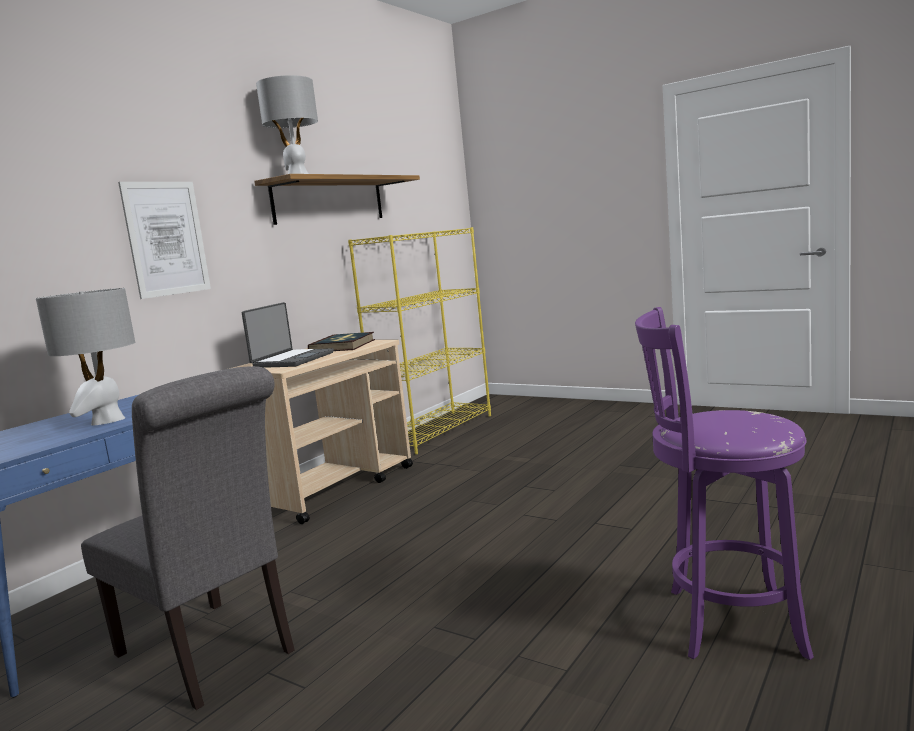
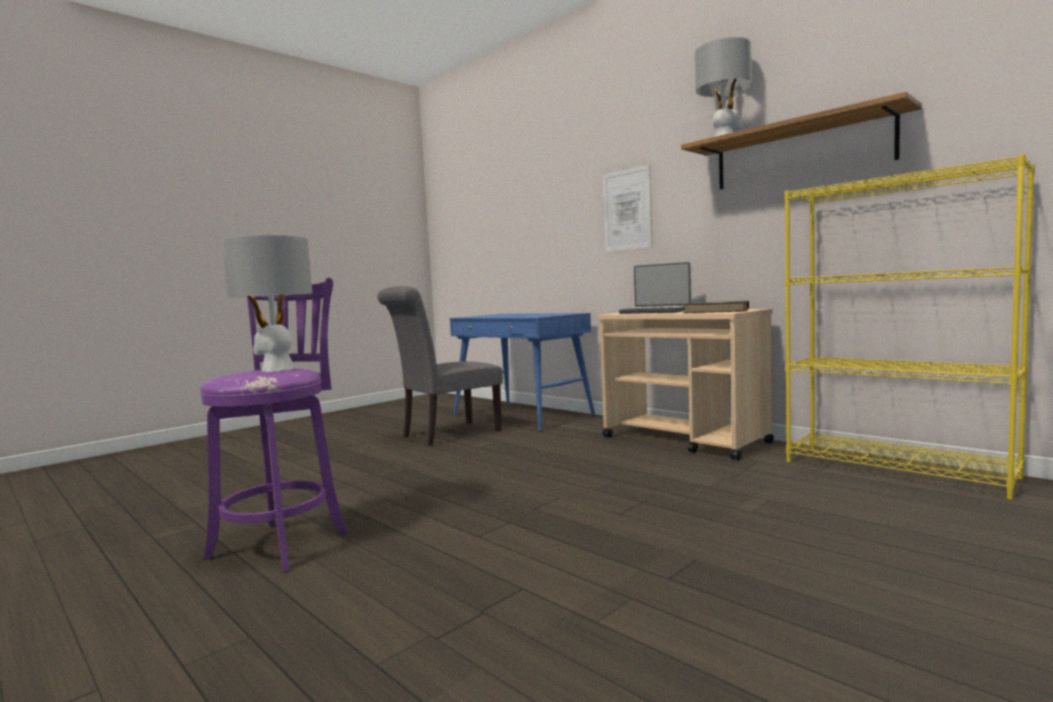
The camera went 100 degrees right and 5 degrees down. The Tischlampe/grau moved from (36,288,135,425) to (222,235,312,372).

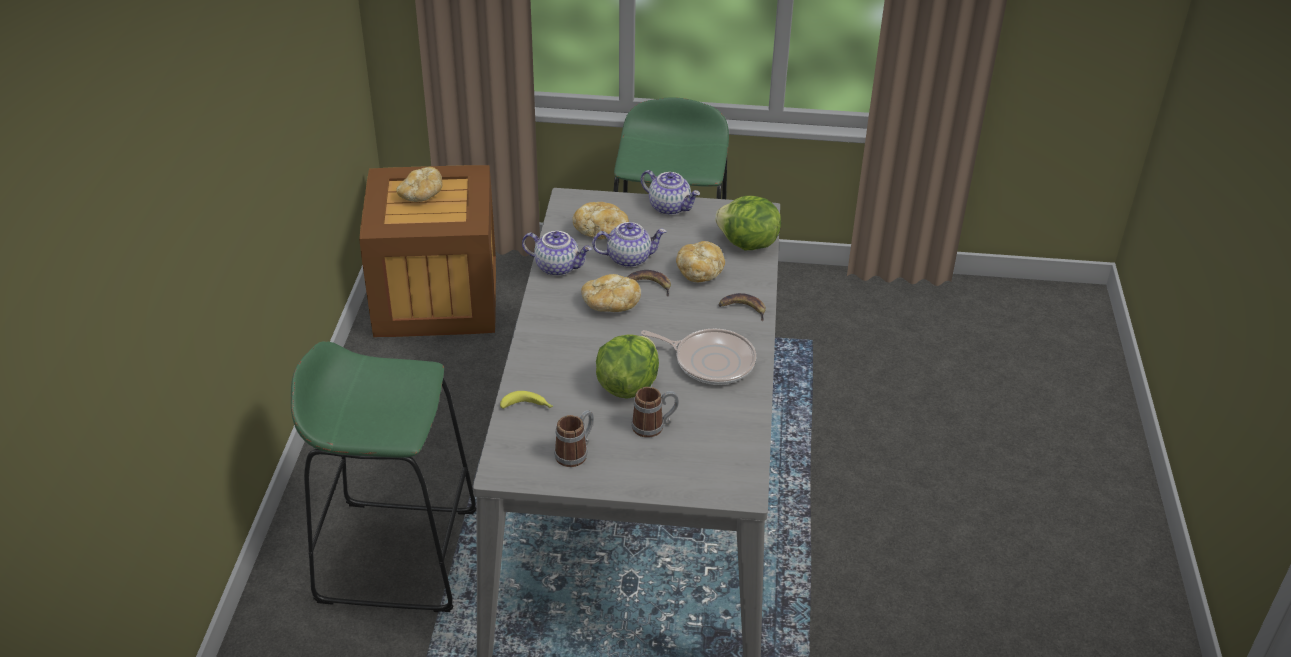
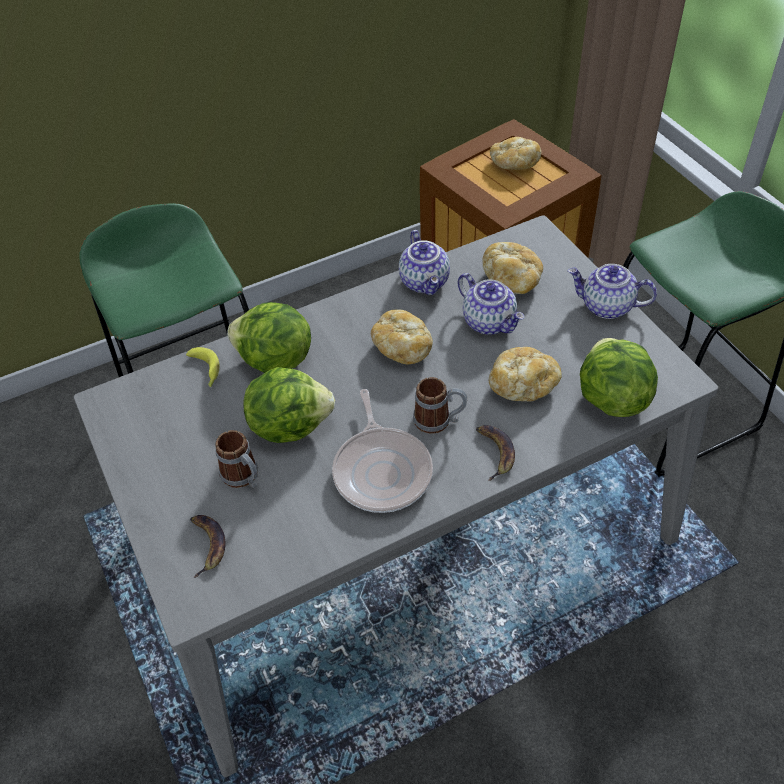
The camera went 60 degrees right and 10 degrees up. The Henkelbecher moved from (554,410,594,467) to (413,377,467,434). The Banane moved from (628,270,671,296) to (190,515,225,578). The Teekanne at (641,170,700,215) turned 105 degrees clockwise. The Salatkopf at (227,302,311,373) appeared.

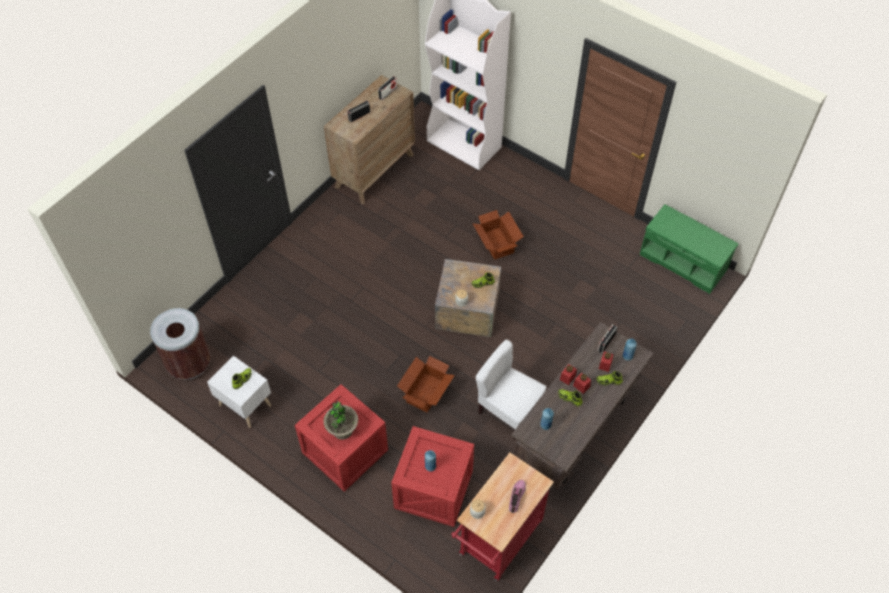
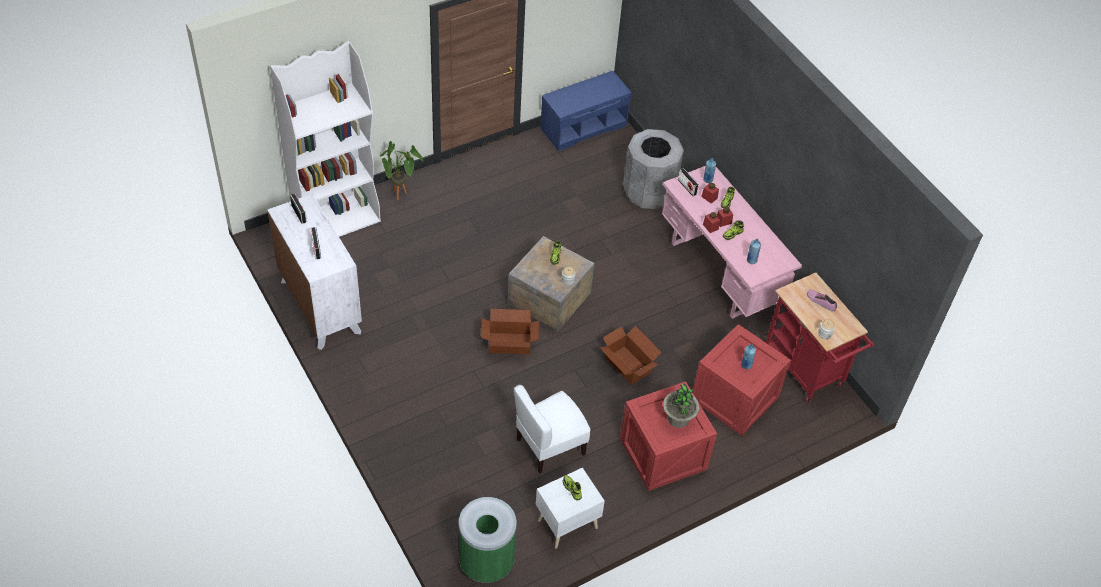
The camera went 70 degrees left and 5 degrees down. The Mülleimer/braun at (150,308,211,380) became the Mülleimer/grün at (459,497,516,583). The Kommode/braun at (324,75,415,204) became the Kommode/weiß at (267,194,362,350). The Karton moved from (472,210,524,260) to (481,309,540,354). The Stuhl/weiß moved from (476,339,546,440) to (514,385,591,474). The Schreibtisch/braun at (511,322,654,490) became the Schreibtisch/rosa at (662,166,802,319). The Bank/grün at (639,204,738,294) became the Bank/blau at (540,71,632,151). The Topfpflanze at (380,141,424,200) appeared. The Mülleimer/grau at (623,129,684,209) appeared.

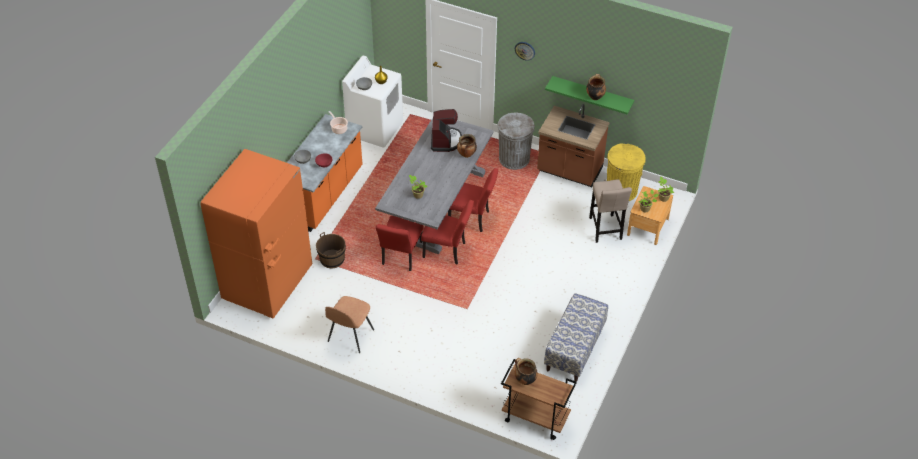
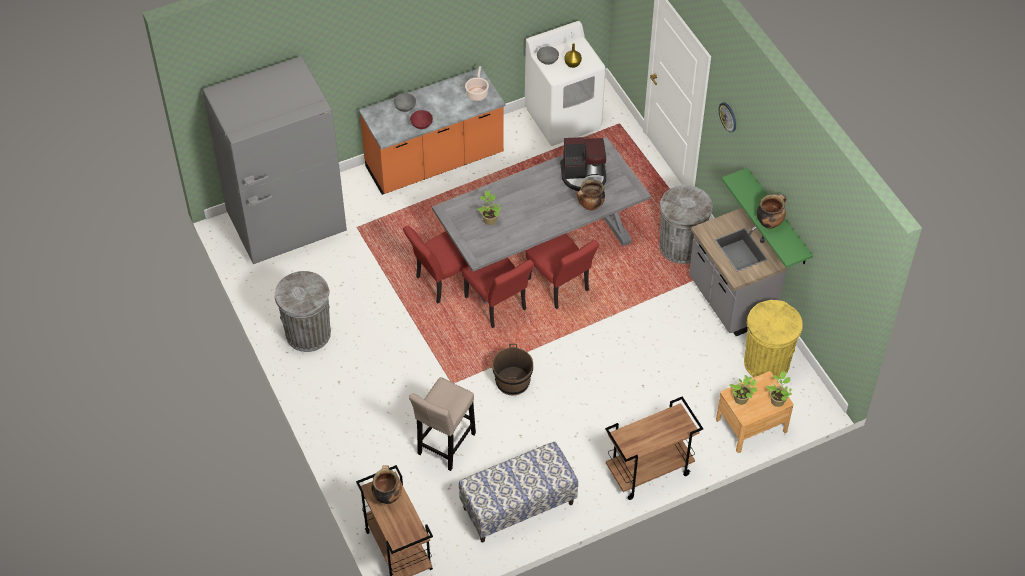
The camera went 40 degrees right and 5 degrees up. The Kühlschrank/orange at (200,149,312,318) became the Kühlschrank/grau at (202,57,347,264). The Eimer/braun moved from (316,232,346,268) to (492,344,533,395). The Stuhl/braun at (325,296,374,353) was replaced by the Mülleimer/grau at (275,271,331,352). The Kaffeemaschine at (431,109,462,152) turned 45 degrees clockwise. The Küchenzeile/braun at (537,104,610,187) became the Küchenzeile/grau at (689,208,788,336). The Hocker/beige moved from (589,179,632,243) to (409,377,476,471). The Rollwagen/braun at (605,396,703,500) appeared.

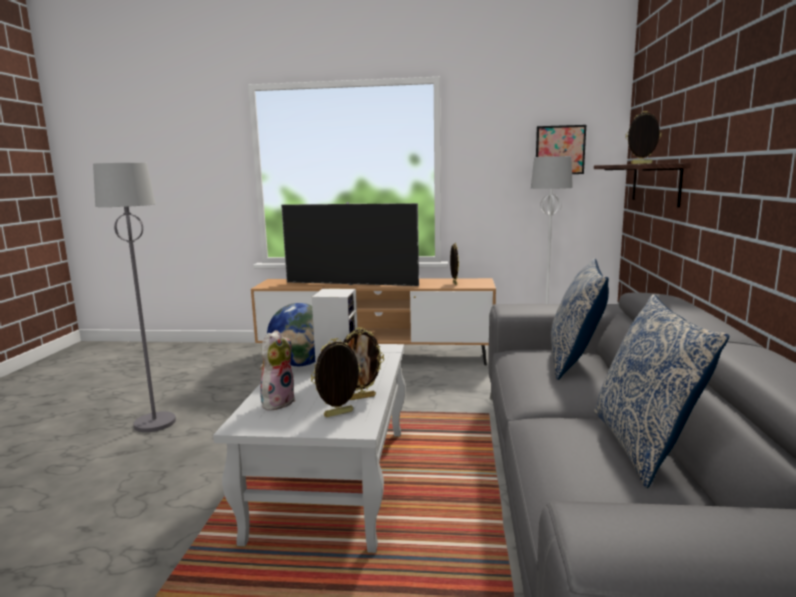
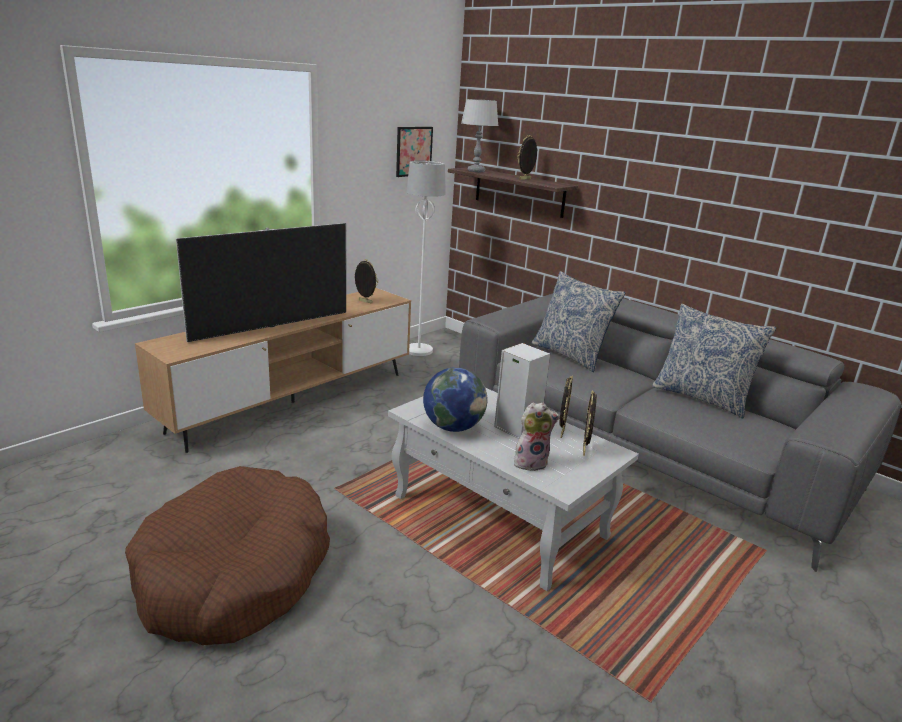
The camera went 55 degrees left and 10 degrees up. The Stehlampe/grau at (93,163,176,432) was replaced by the Hundebett/braun at (125,466,330,645). The Plüschtier at (260,330,296,411) turned 105 degrees clockwise. The Tischlampe/grau at (461,99,499,172) appeared.

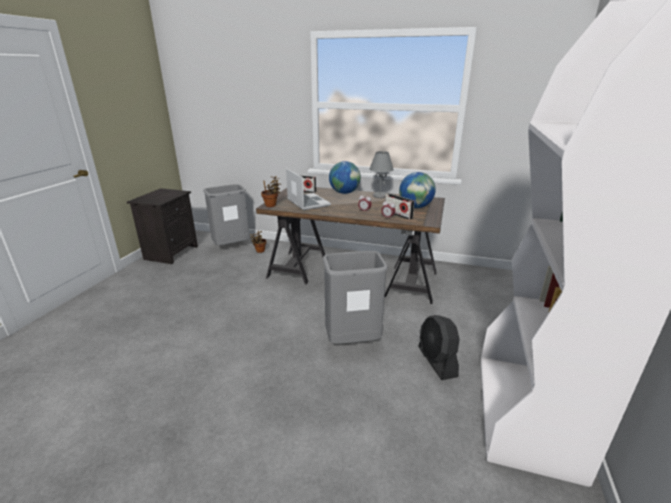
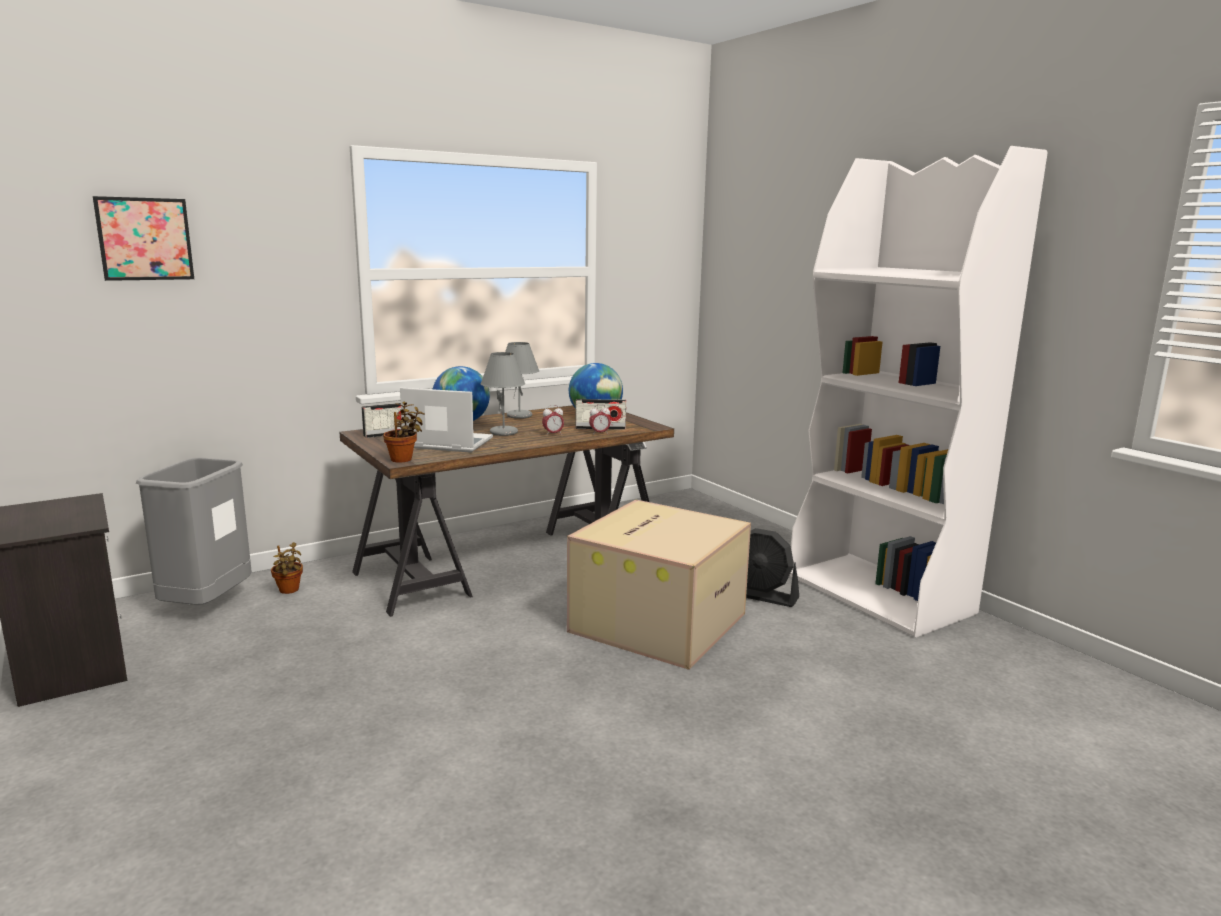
The camera went 50 degrees left and 10 degrees down. The Mülleimer/grau at (323,251,388,344) was replaced by the Karton at (567,500,751,670). The Bild at (93,196,194,281) appeared. The Tischlampe/grau at (481,352,525,436) appeared.

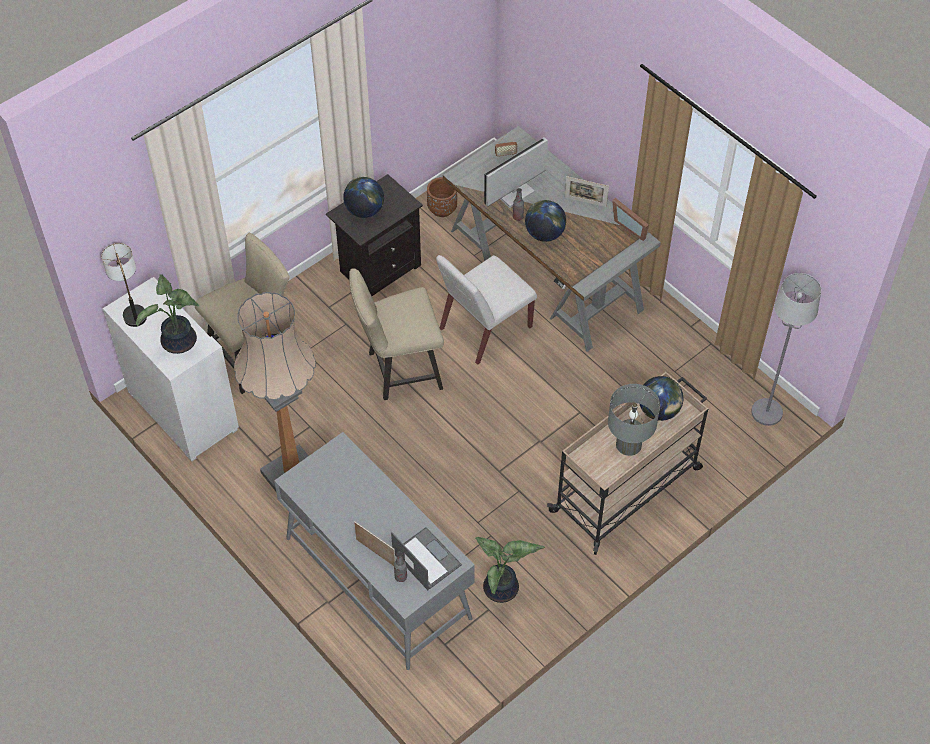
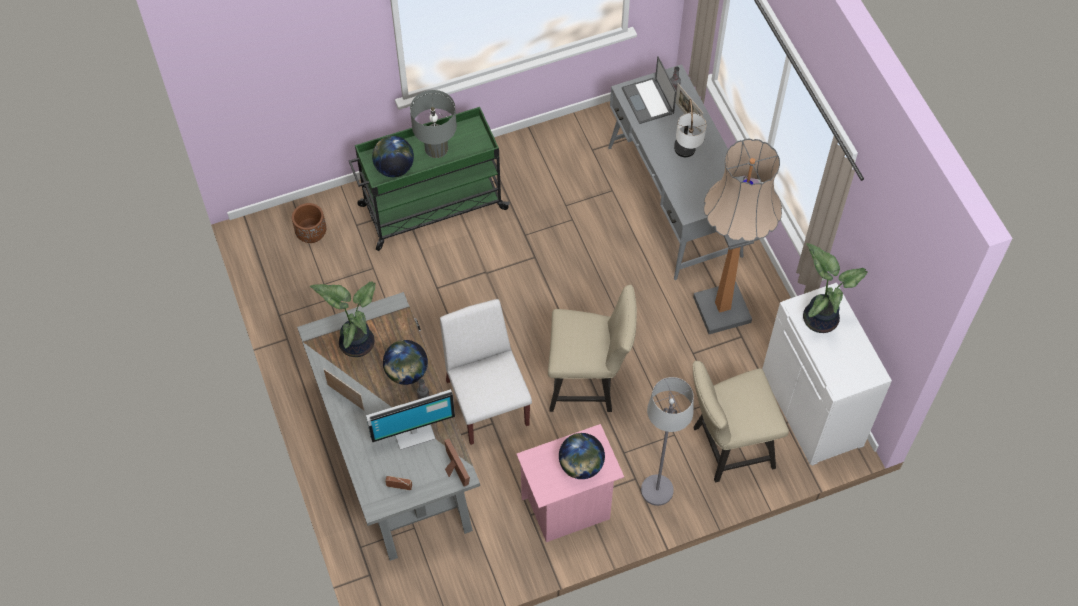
The camera went 160 degrees left and 5 degrees up. The Tischlampe moved from (101,243,147,327) to (674,99,706,157). The Nachttisch/schwarz at (326,174,423,296) became the Nachttisch/rosa at (516,424,624,542). The Pflanzkübel/braun moved from (427,177,457,217) to (292,203,326,243). The Stuhl/weiß at (436,255,537,365) turned 90 degrees counterclockwise. The Topfpflanze moved from (475,537,545,603) to (310,281,376,357). The Rollwagen/beige at (547,372,708,555) became the Rollwagen/grün at (349,107,510,251). The Bilderrahmen moved from (612,198,649,241) to (444,439,470,487). The Stehlampe/grau moved from (751,273,821,426) to (641,377,694,506).

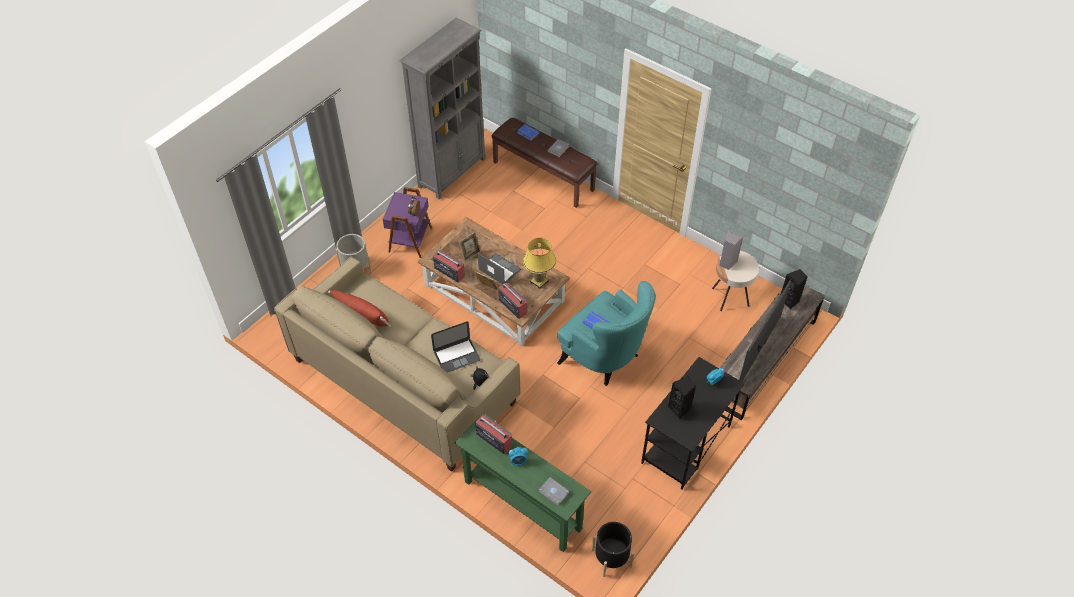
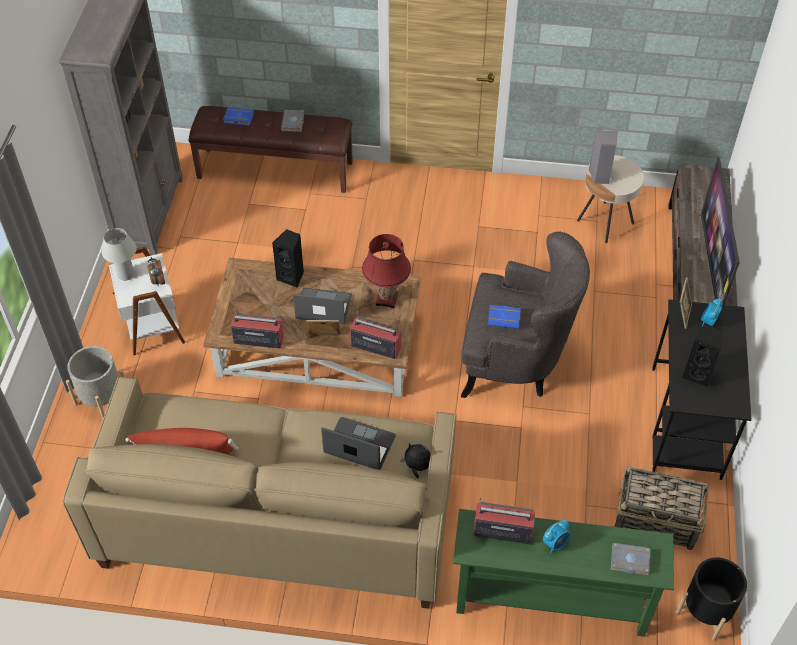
The camera went 30 degrees left and 0 degrees up. The Beistelltisch/lila at (383,187,432,258) became the Beistelltisch/weiß at (109,246,185,355). The Laptop at (431,321,480,373) turned 105 degrees counterclockwise. The Bilderrahmen moved from (459,232,481,262) to (680,277,692,329). The Tischlampe/gelb at (523,238,556,289) became the Tischlampe/rot at (362,234,411,308). The Sessel/türkis at (557,281,656,386) became the Sessel/grau at (461,231,590,398). The Lautsprecher/schwarz moved from (780,269,808,310) to (272,229,304,287). The Tischlampe/weiß at (102,228,137,281) appeared. The Korb at (614,467,709,550) appeared.

